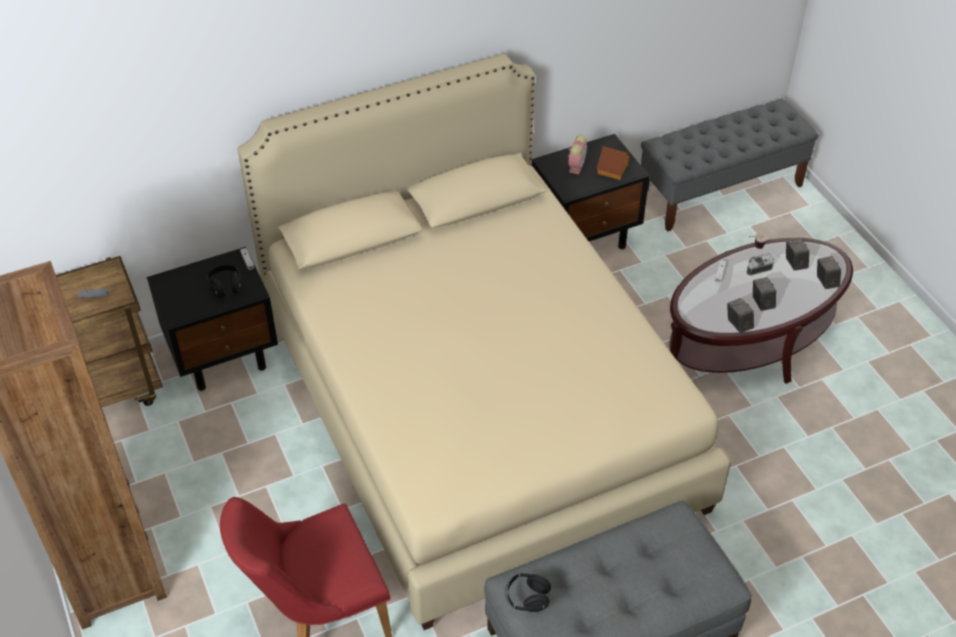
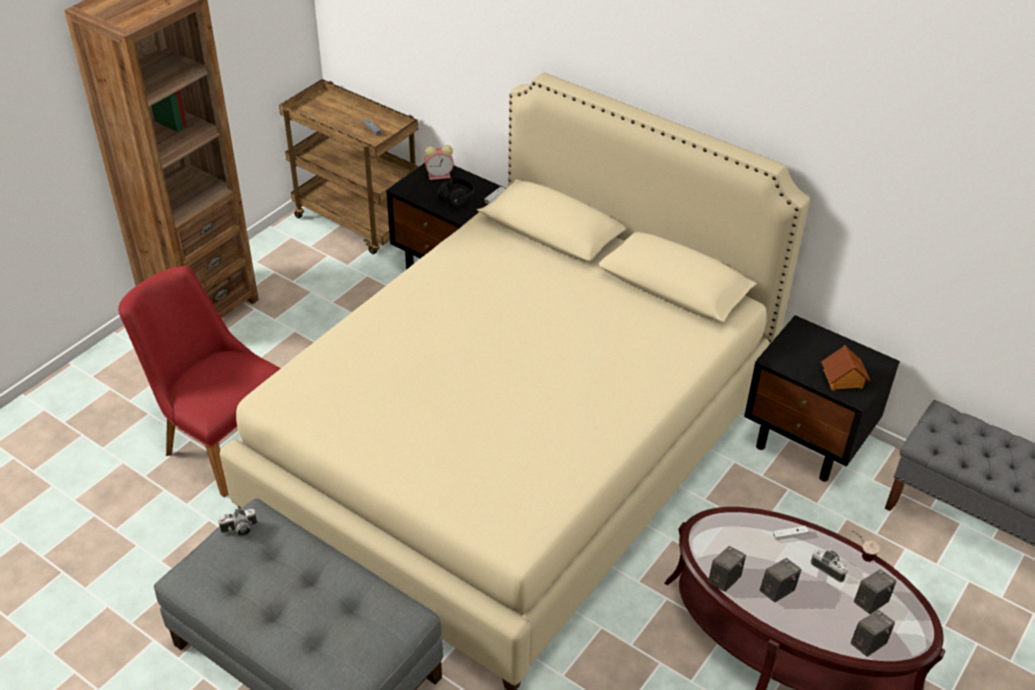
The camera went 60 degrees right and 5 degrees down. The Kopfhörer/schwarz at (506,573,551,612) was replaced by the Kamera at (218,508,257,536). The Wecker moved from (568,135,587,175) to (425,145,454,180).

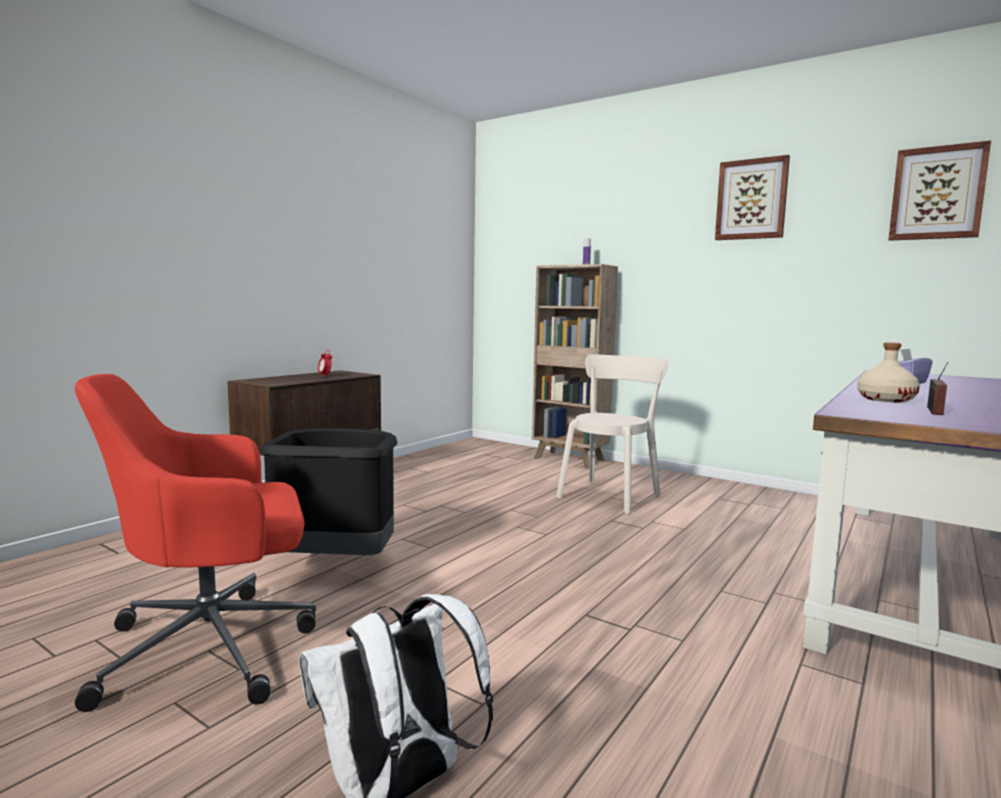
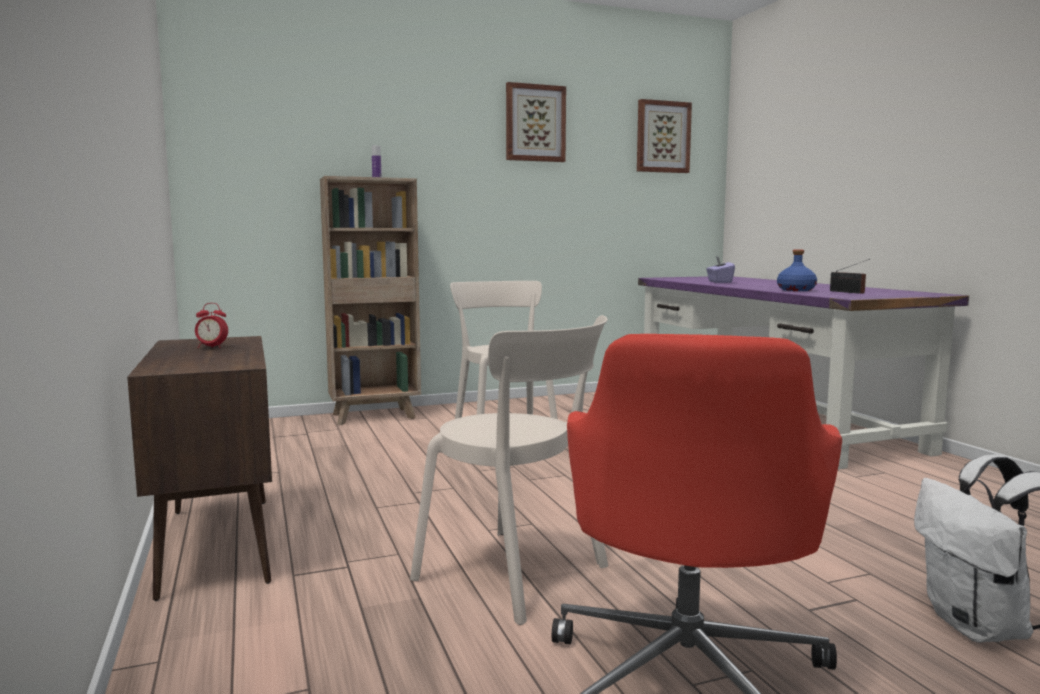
The camera went 55 degrees left and 0 degrees up. The Mülleimer/schwarz at (259,428,397,555) was replaced by the Stuhl/beige at (410,315,608,625). The Flasche/beige at (857,342,920,402) became the Flasche/blau at (777,250,817,291).

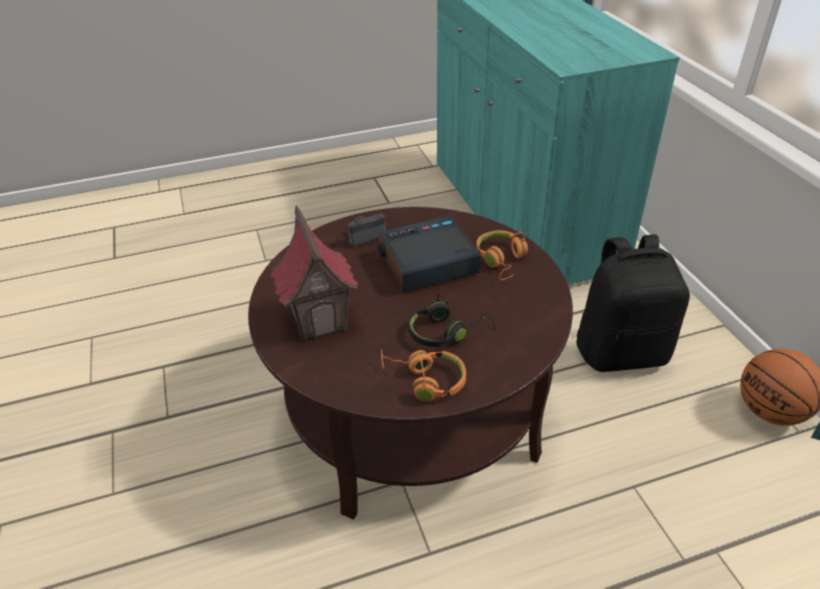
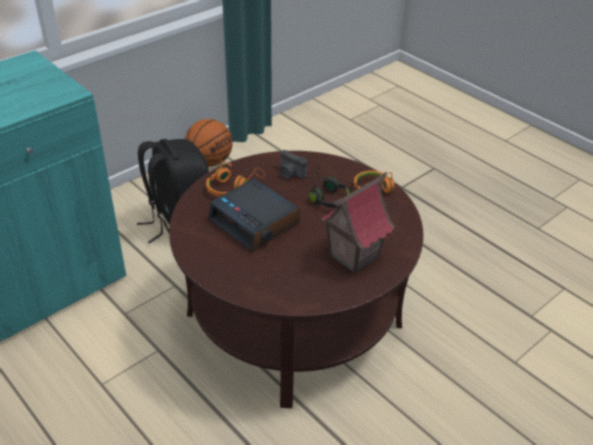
The camera went 115 degrees left and 0 degrees up. The Kamera moved from (348,213,386,247) to (279,150,307,179).

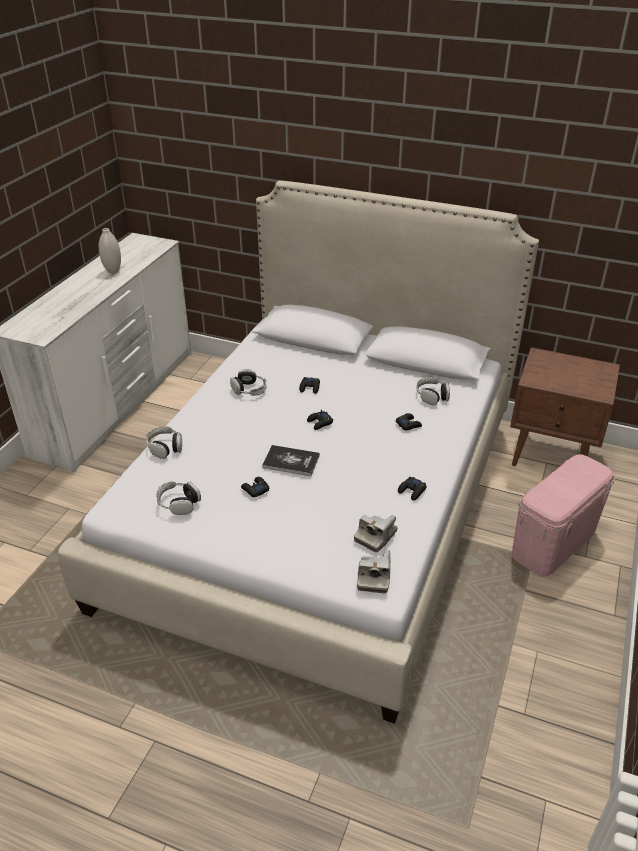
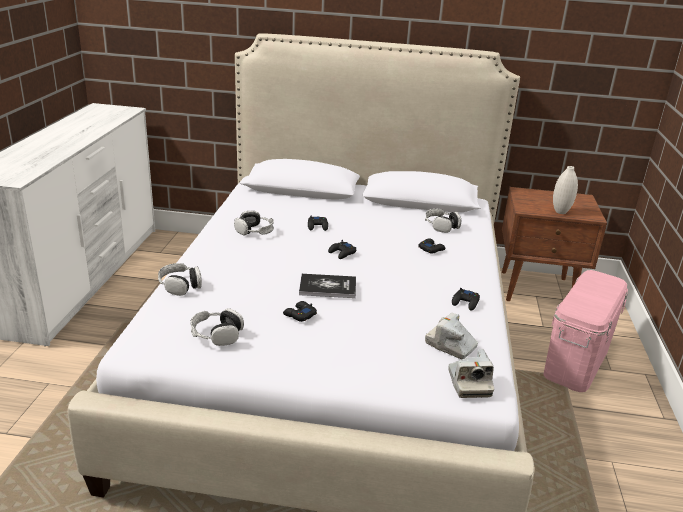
The camera went 15 degrees left and 10 degrees down. The Vase/weiß moved from (99,228,121,274) to (553,166,578,214). The Kamera at (354,515,398,552) turned 105 degrees clockwise.

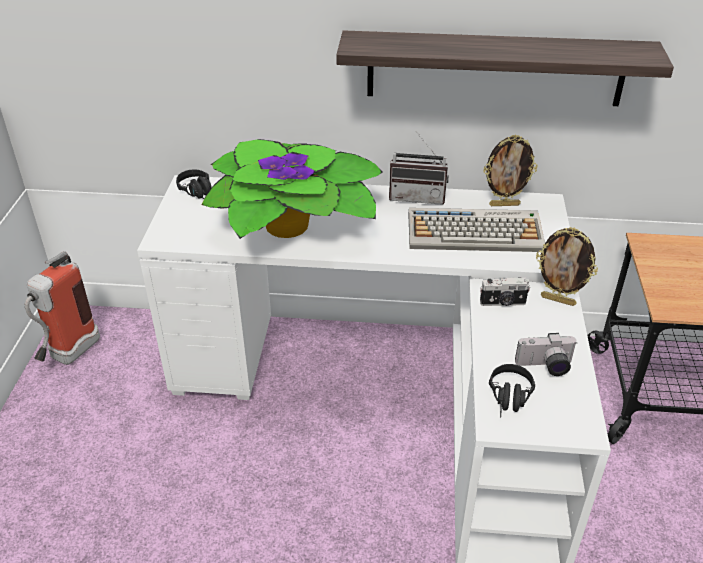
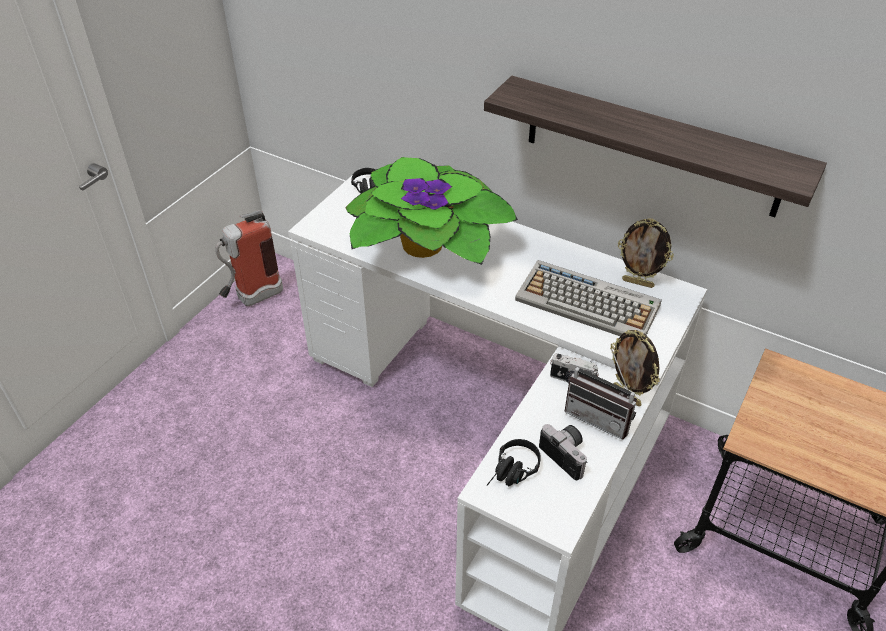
The camera went 25 degrees right and 5 degrees up. The Radio moved from (389,131,449,205) to (564,350,637,440). The Kamera at (515,333,577,376) turned 150 degrees counterclockwise.

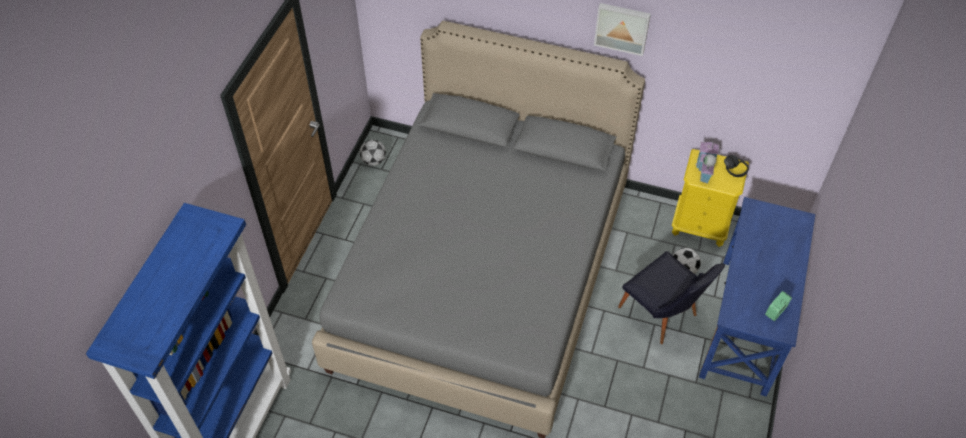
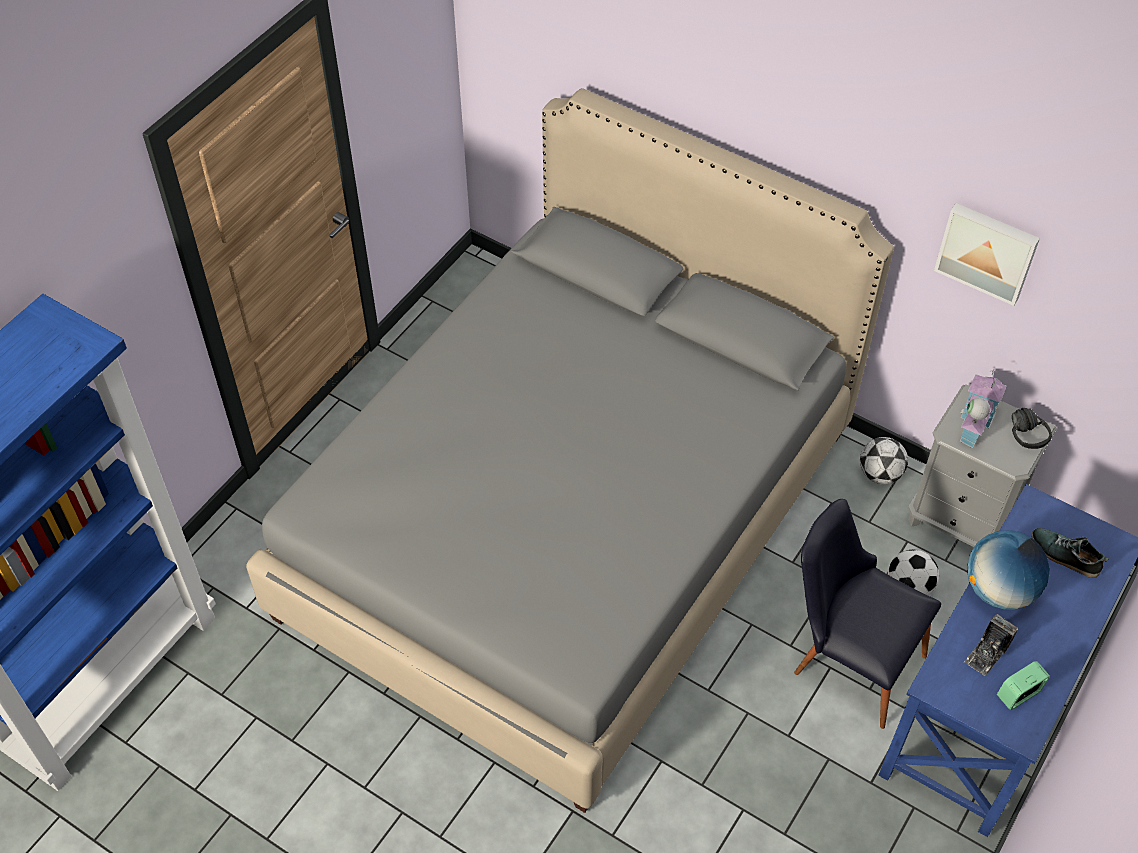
The camera went 15 degrees right and 0 degrees up. The Fußball moved from (360,139,386,166) to (860,437,908,484). The Bild moved from (594,3,651,56) to (934,203,1040,306). The Stuhl/schwarz at (618,251,725,344) turned 150 degrees clockwise. The Nachttisch/gelb at (672,149,749,247) became the Nachttisch/grau at (908,384,1057,547). The Kamera at (964,614,1018,676) appeared. The Globus at (967,530,1050,609) appeared. The Schuh at (1031,528,1109,578) appeared.

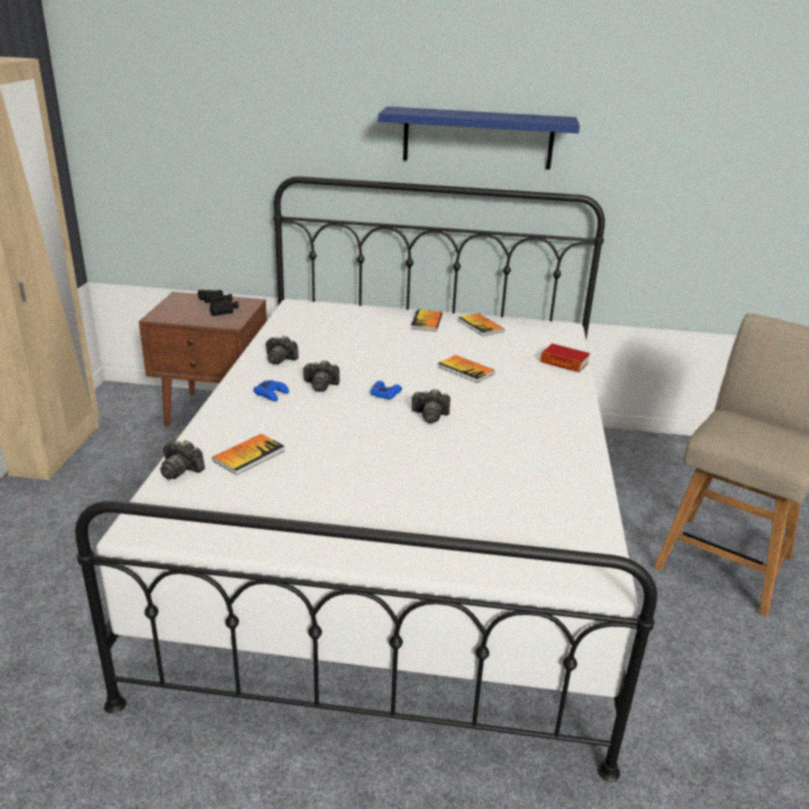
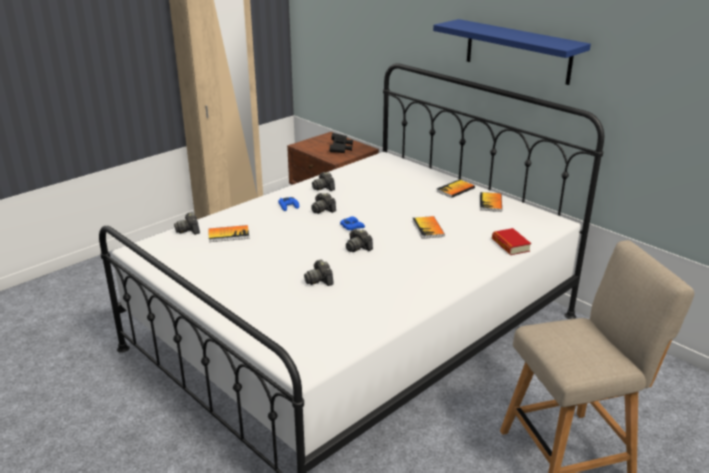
The camera went 40 degrees right and 0 degrees up. The Kamera at (304,260,334,286) appeared.

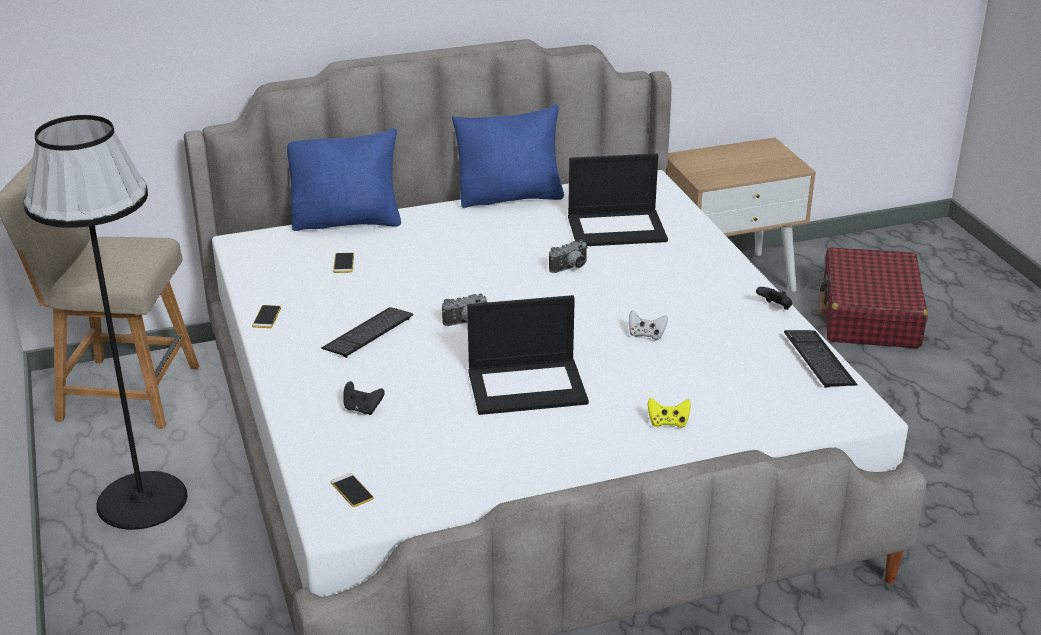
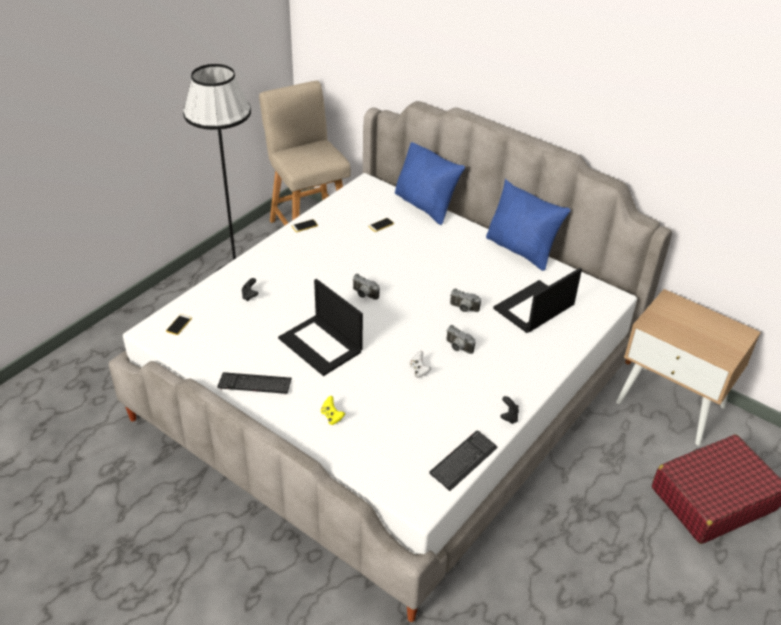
The camera went 55 degrees right and 10 degrees up. The Tastatur moved from (321,308,413,358) to (217,372,292,394). The Laptop at (568,154,668,246) turned 90 degrees clockwise. The Kamera at (446,325,476,354) appeared.

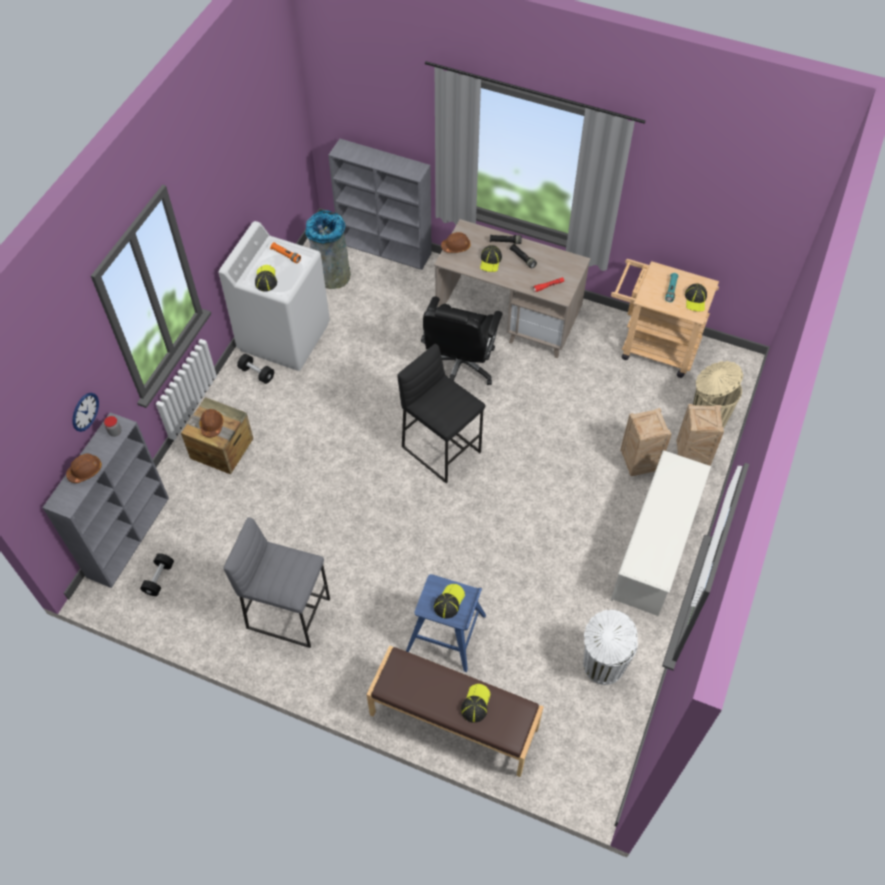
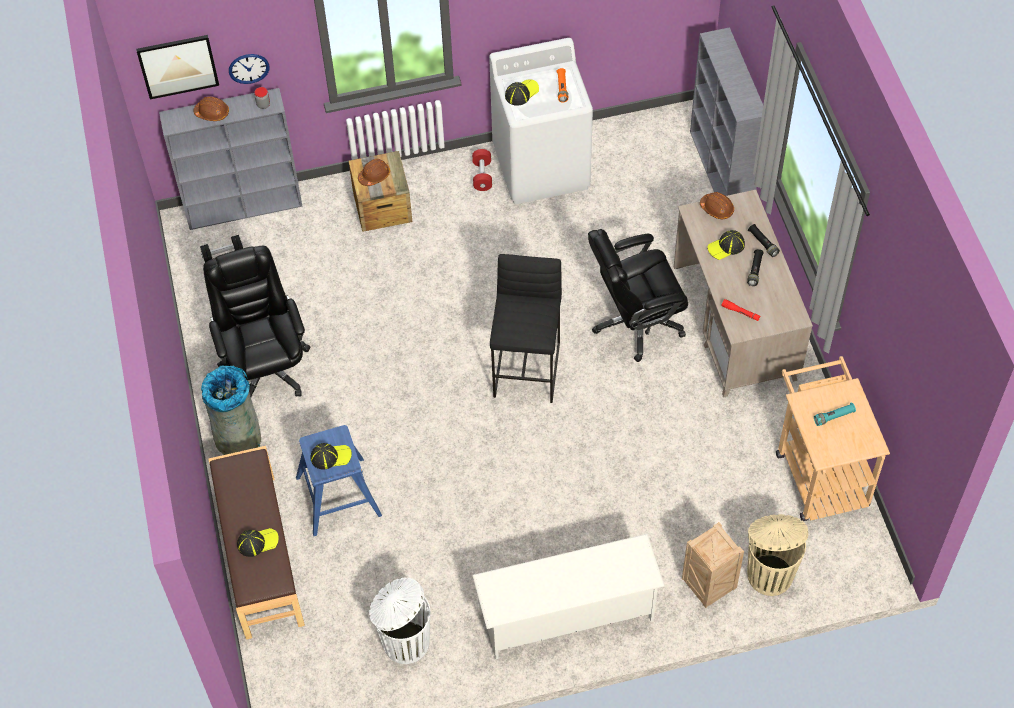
The camera went 55 degrees right and 0 degrees up. The Hocker/grau at (224,517,330,648) was replaced by the Bürostuhl/schwarz at (203,246,310,397). The Hantel/schwarz at (237,354,274,384) became the Hantel/rot at (472,149,492,191). The Mülleimer/grau moved from (306,210,351,289) to (201,366,261,455). The Kiste at (620,408,672,476) disappeared. The Kappe at (685,284,707,312) disappeared. The Bild at (136,35,219,99) appeared.

